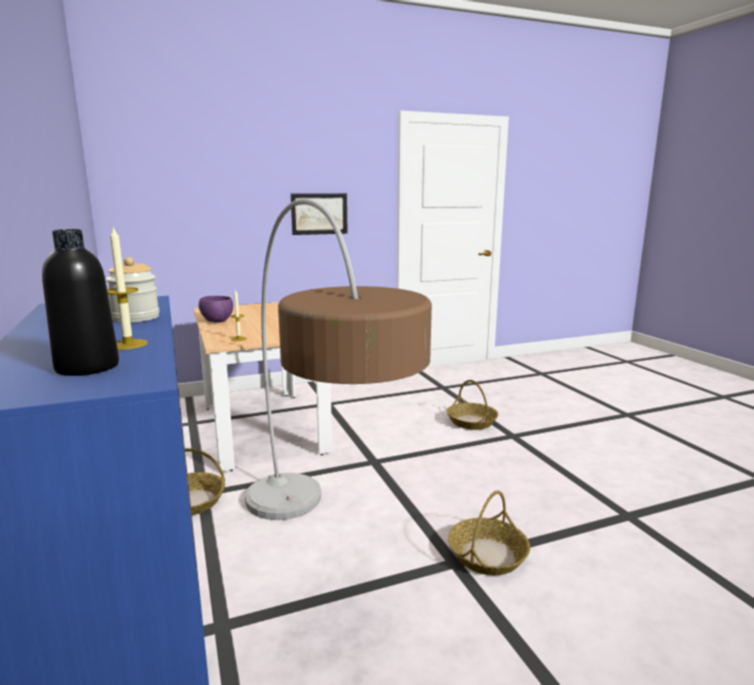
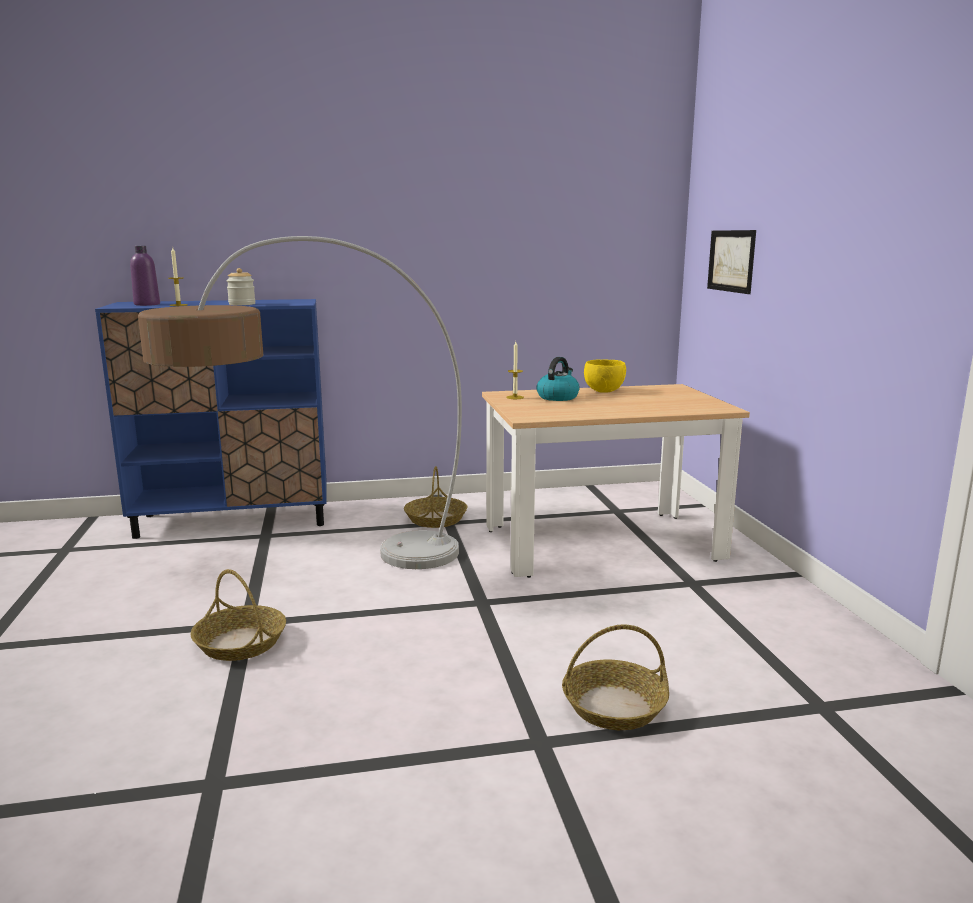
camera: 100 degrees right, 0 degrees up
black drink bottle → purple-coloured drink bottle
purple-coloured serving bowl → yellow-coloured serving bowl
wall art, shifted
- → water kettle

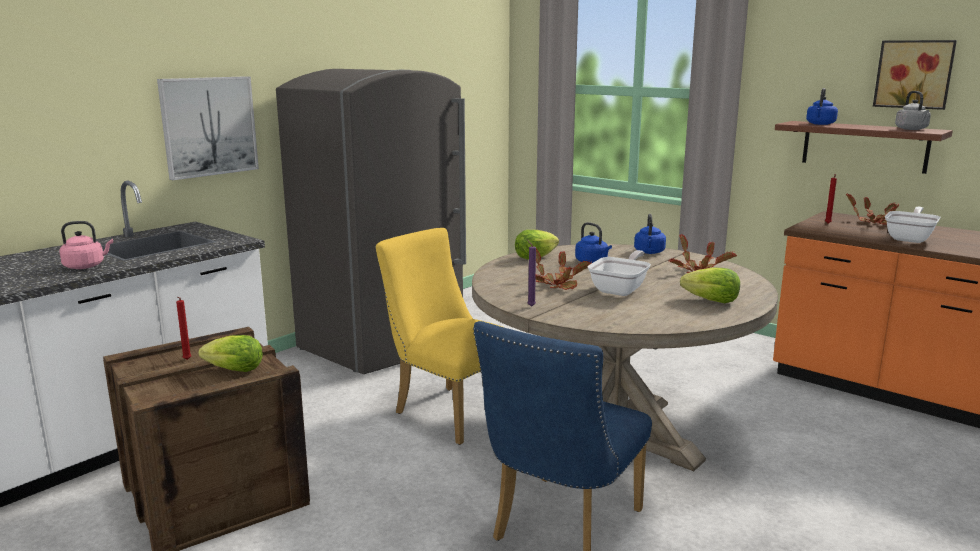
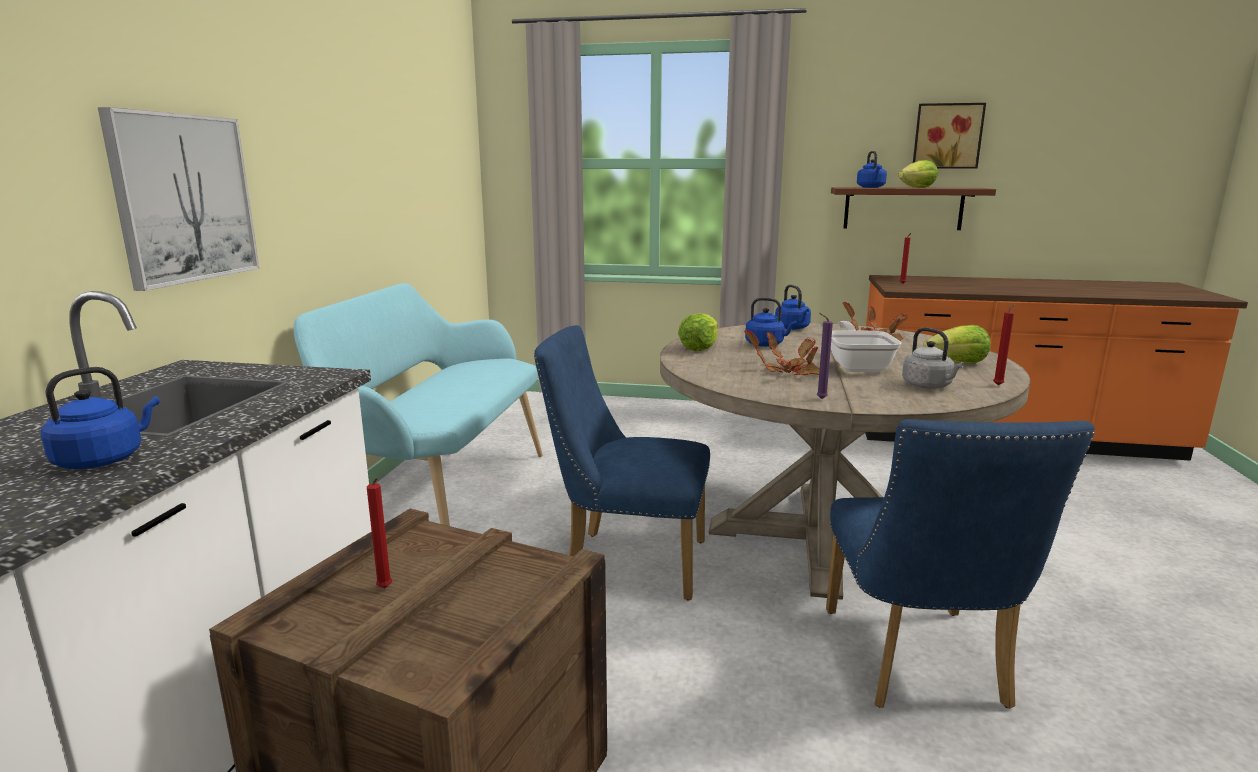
camera: 30 degrees left, 0 degrees up
pink water kettle → blue-coloured water kettle (no. 1 from left)
lettuce head (no. 1 from left in the first image) → lettuce head (no. 2 from left), shifted
grey kitchen fridge → blue-green long seat
yellow-coloured chair → blue-coloured chair (no. 1 from left)
plant in a pot (no. 3 from left) → -
skillet (no. 2 from left) → -
grey water kettle, shifted
- → reddish wax candle (no. 3 from left)

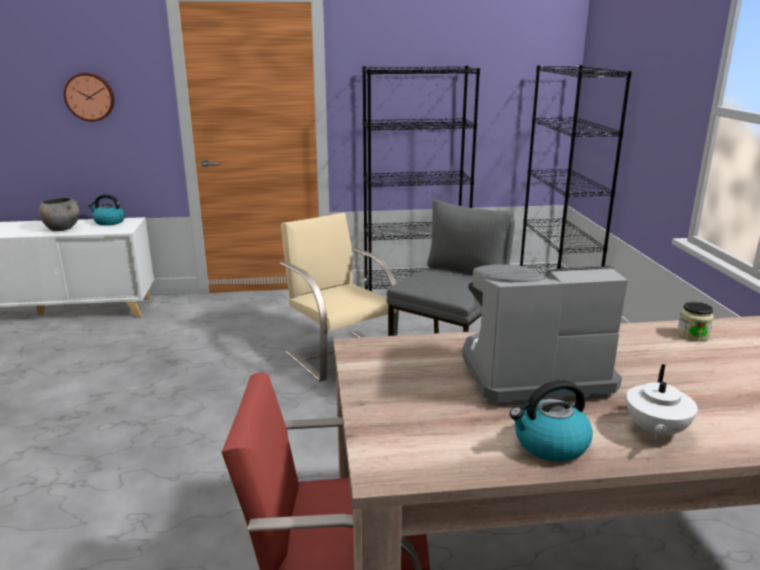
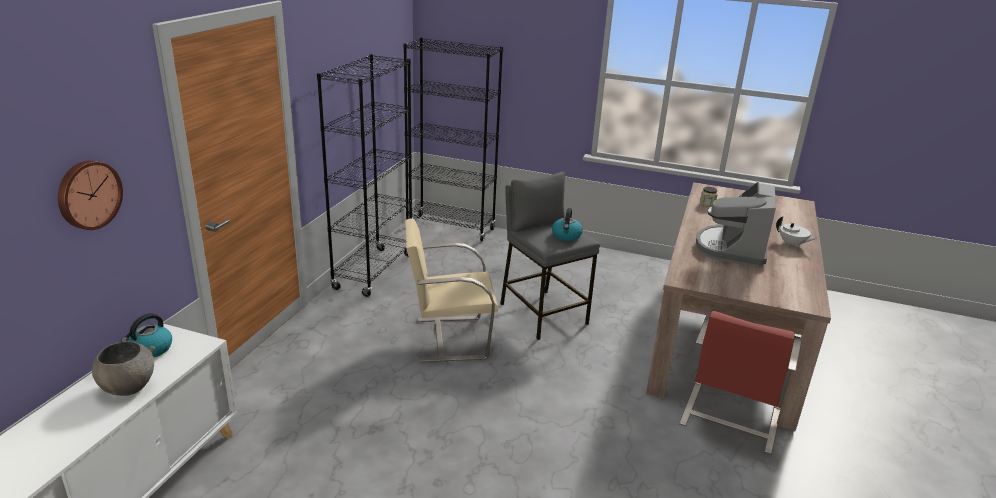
camera: 65 degrees left, 5 degrees up
water kettle (no. 2 from left), shifted

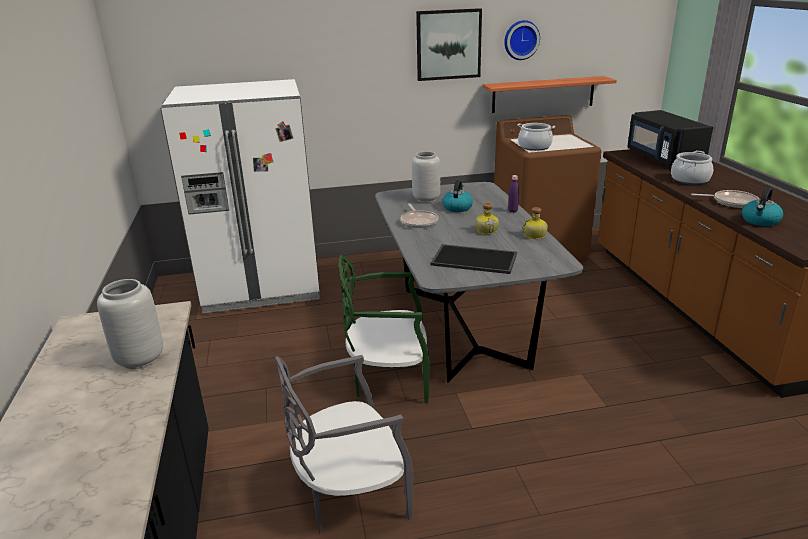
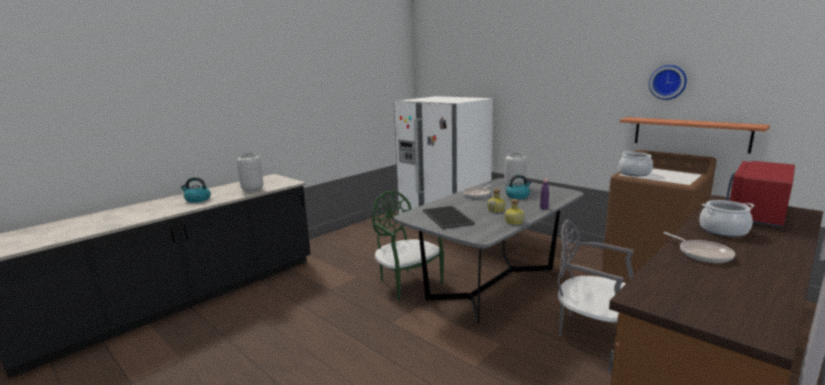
camera: 55 degrees right, 10 degrees down
grey chair, shifted
wall art → -
black microwave → reddish microwave
water kettle (no. 2 from left in the first image) → water kettle (no. 1 from left), shifted

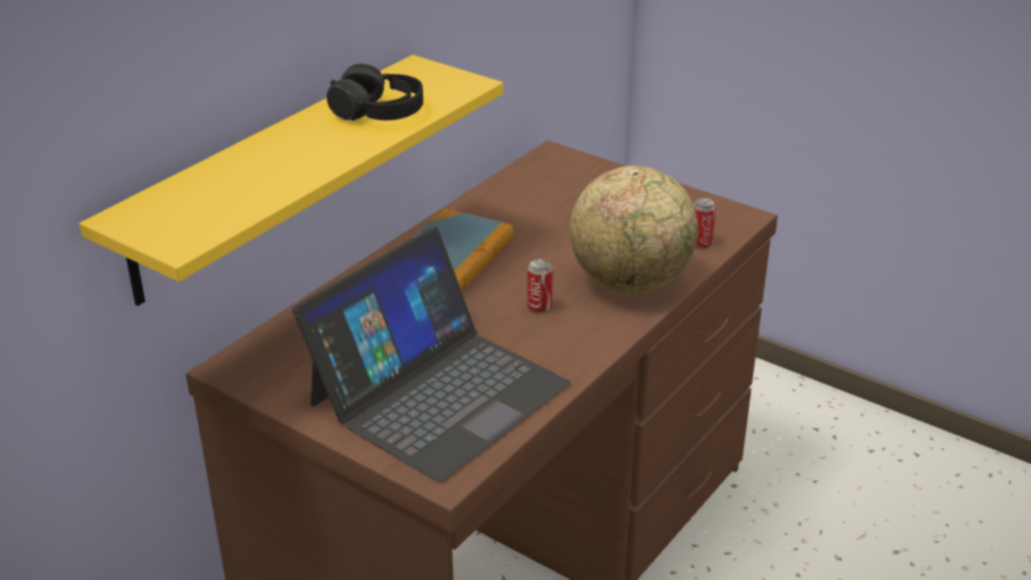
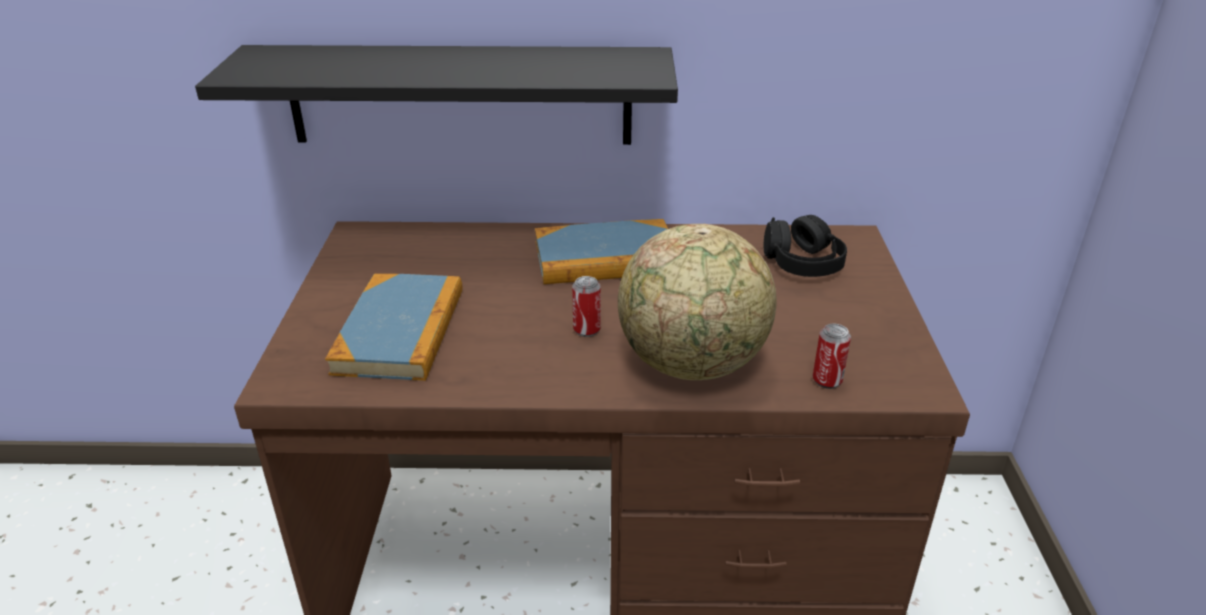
camera: 55 degrees right, 0 degrees up
yellow-coloured wall shelf → black wall shelf
portable computer → volume (no. 1 from left)
black headphones, shifted

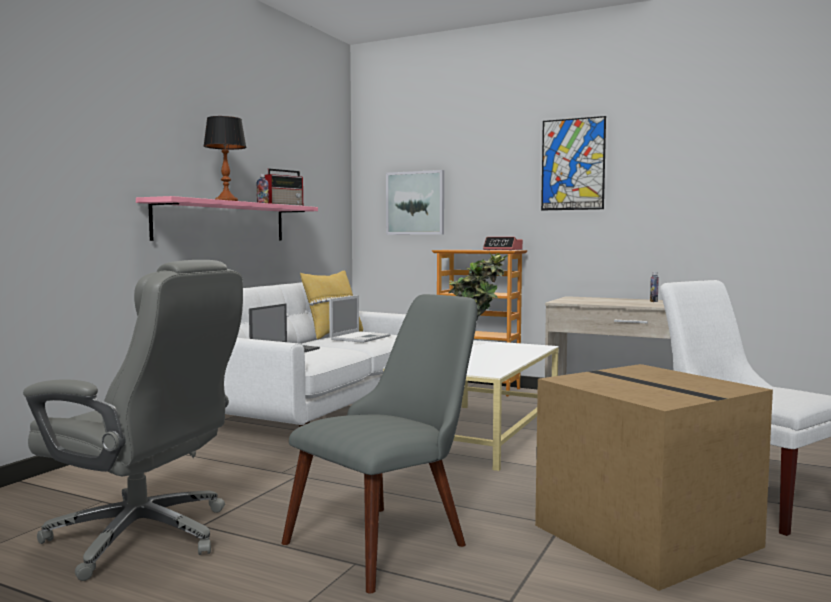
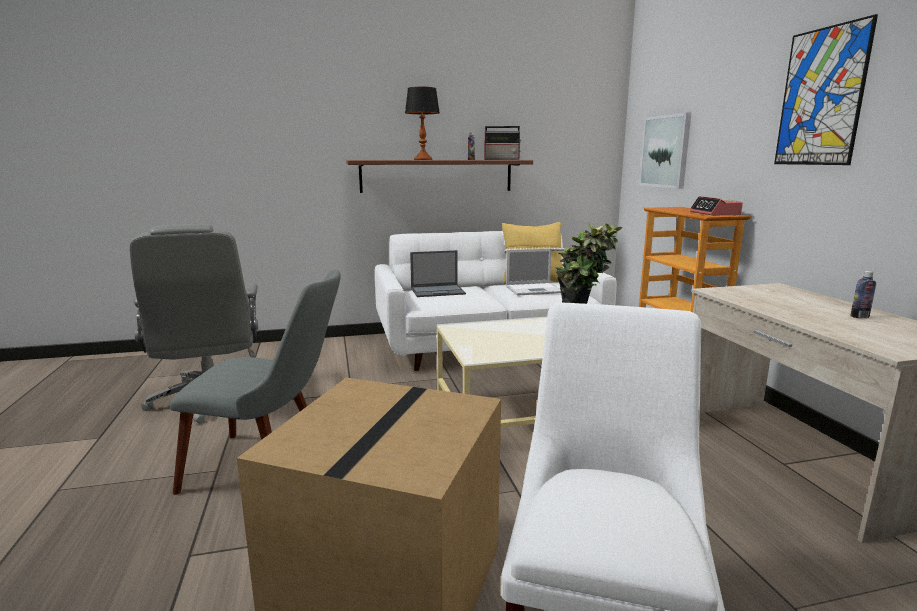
camera: 50 degrees right, 10 degrees up
pink wall shelf → brown-coloured wall shelf

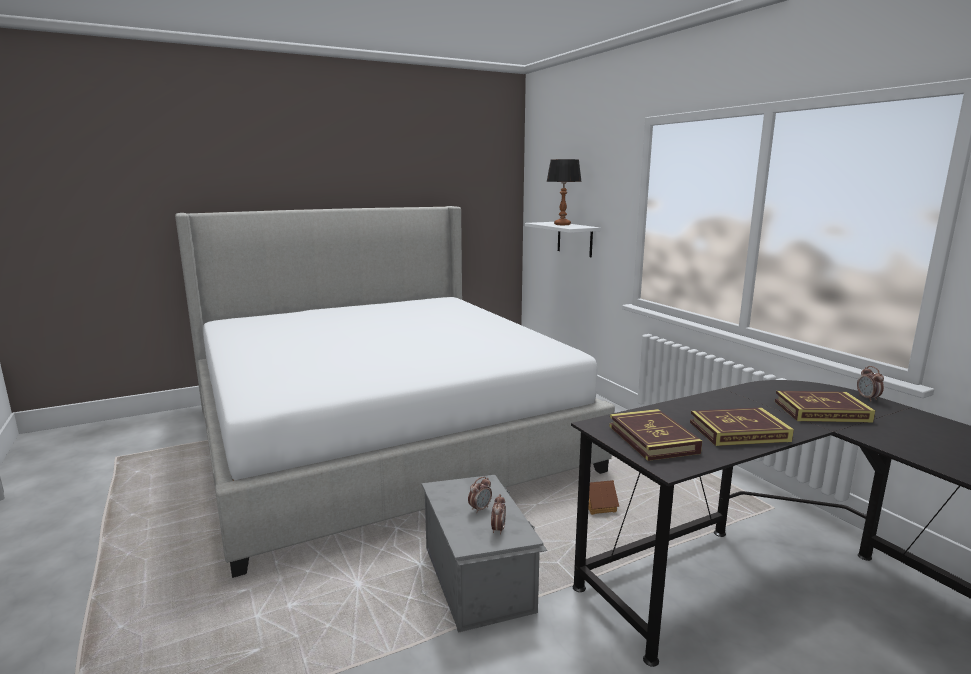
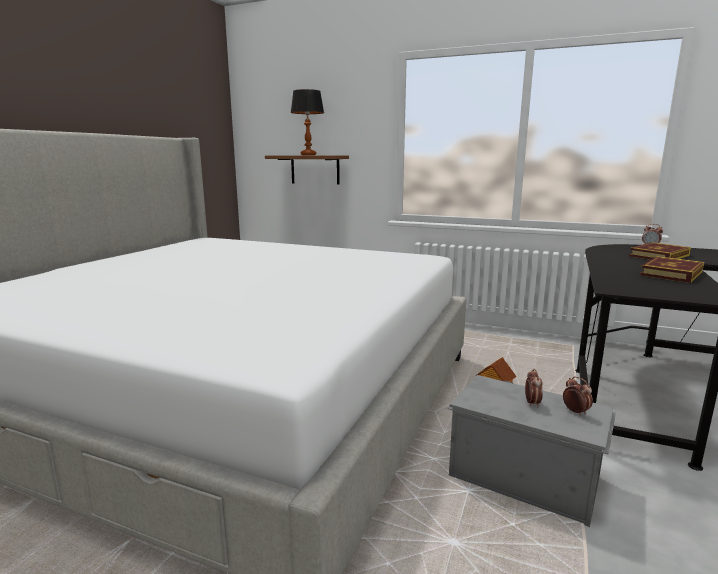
camera: 40 degrees left, 0 degrees up
whitish wall shelf → brown-coloured wall shelf
volume (no. 1 from left) → -

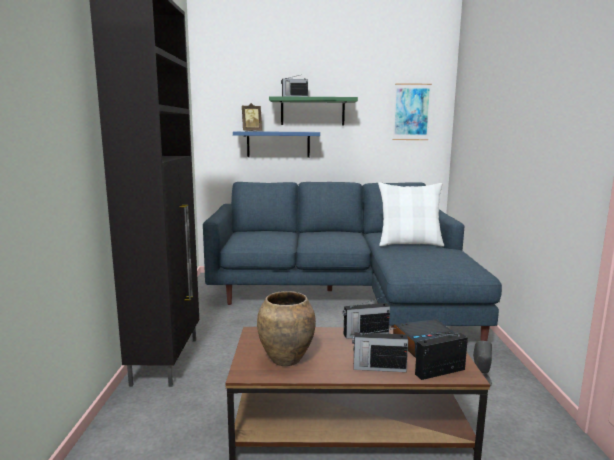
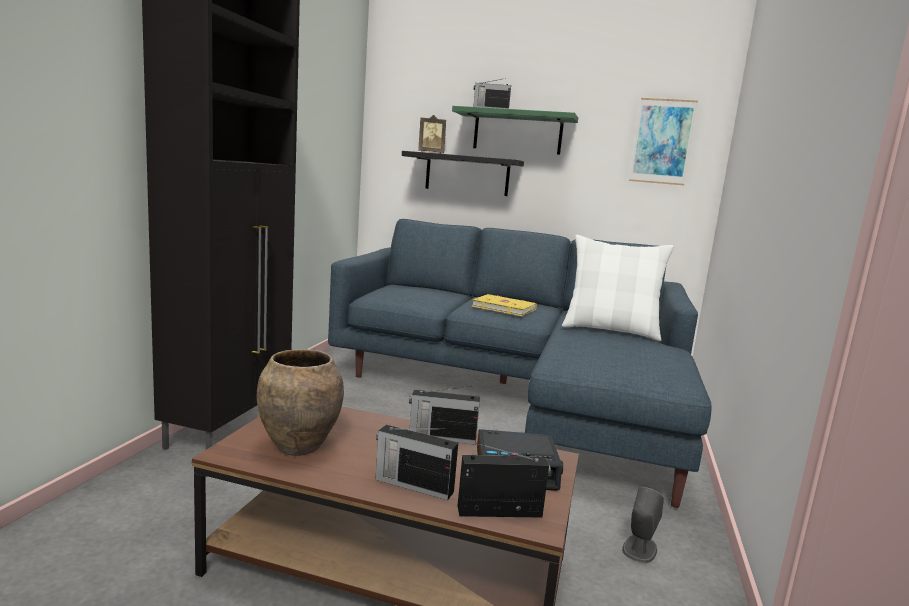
camera: 15 degrees right, 0 degrees up
blue-coloured wall shelf → black wall shelf
- → yellow-coloured volume

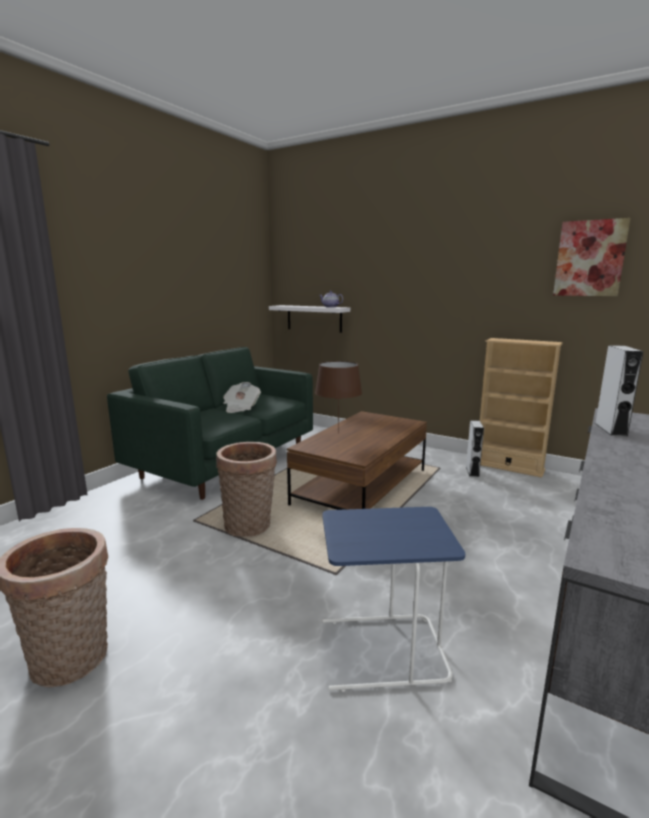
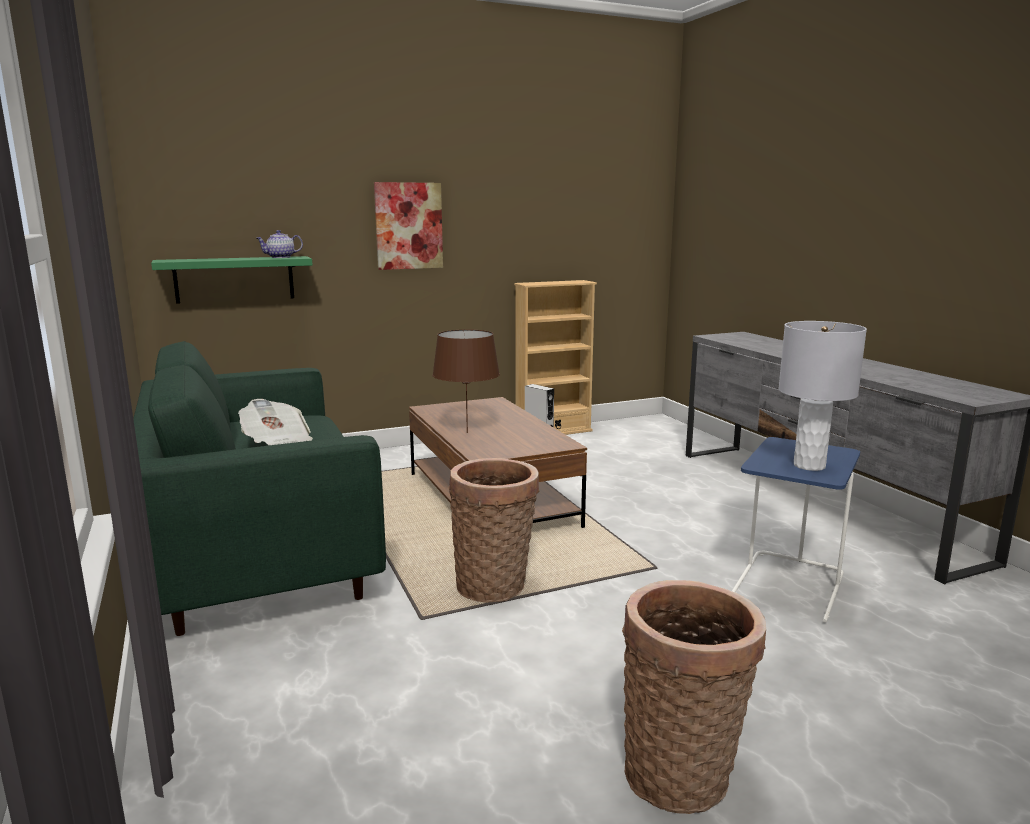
camera: 55 degrees left, 0 degrees up
whitish wall shelf → green-coloured wall shelf
wall art, shifted
grey speaker (no. 2 from left) → -
- → grey lamp for a table

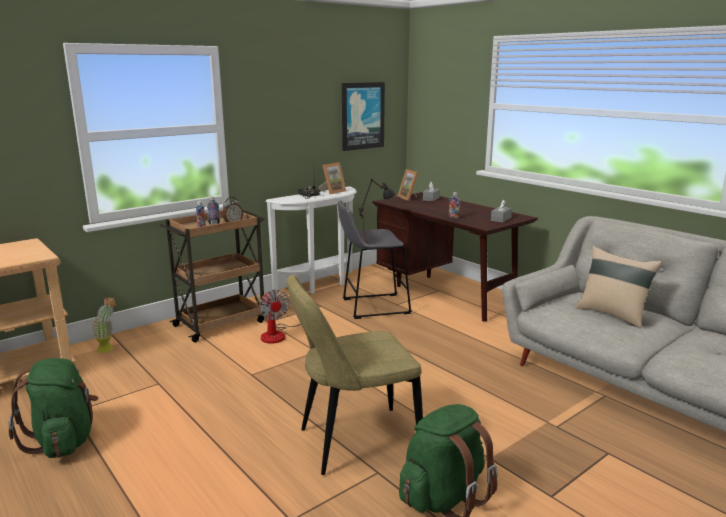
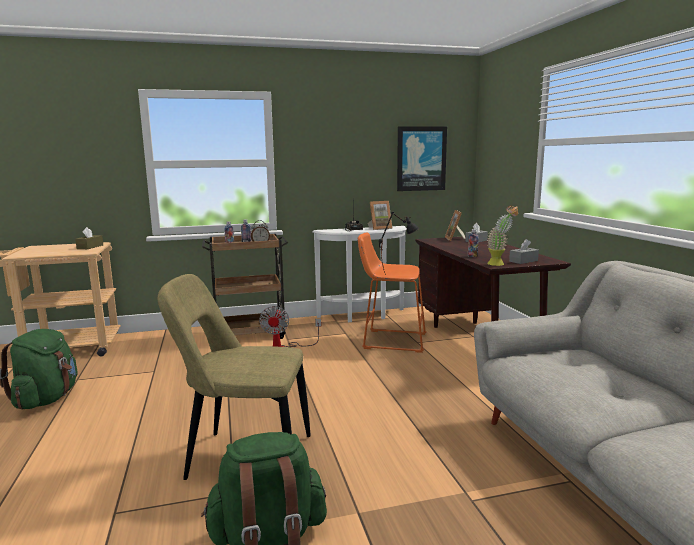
camera: 25 degrees right, 5 degrees down
plant in a pot, shifted
grey stool → orangey stool
sand-coloured cushion → -
- → brown-coloured tissue holder

